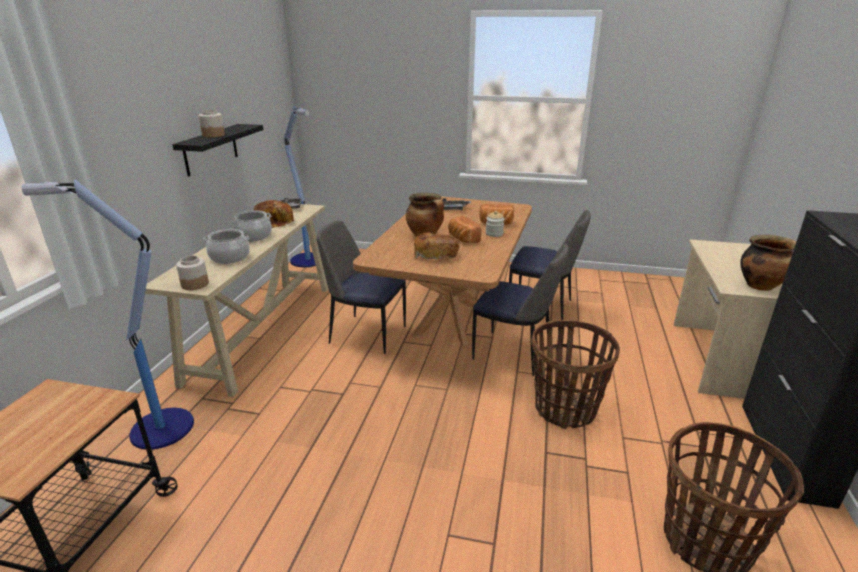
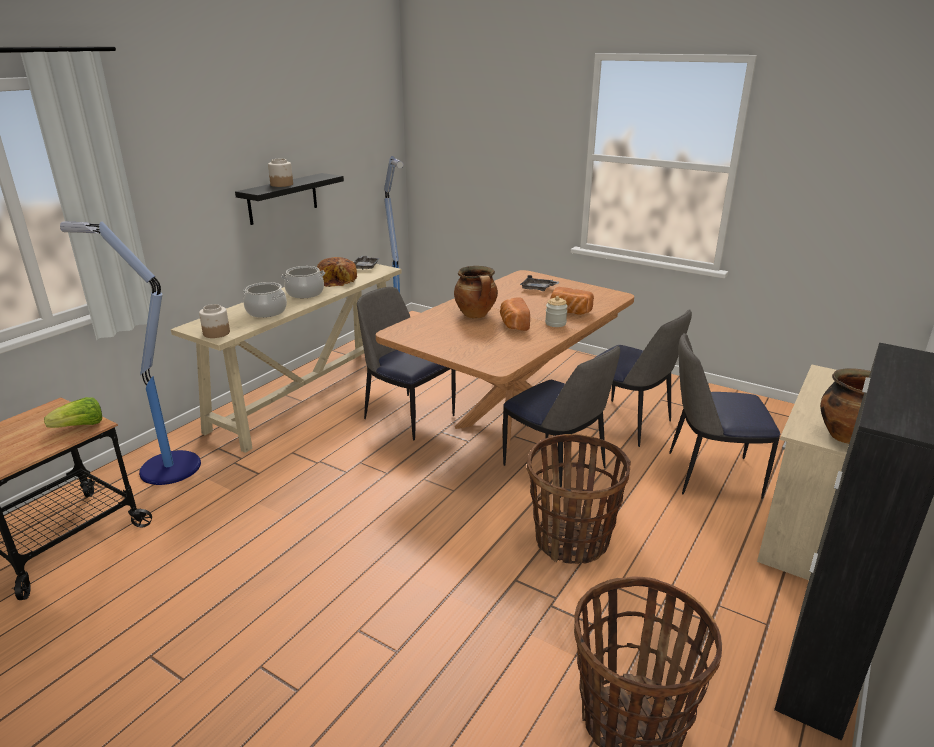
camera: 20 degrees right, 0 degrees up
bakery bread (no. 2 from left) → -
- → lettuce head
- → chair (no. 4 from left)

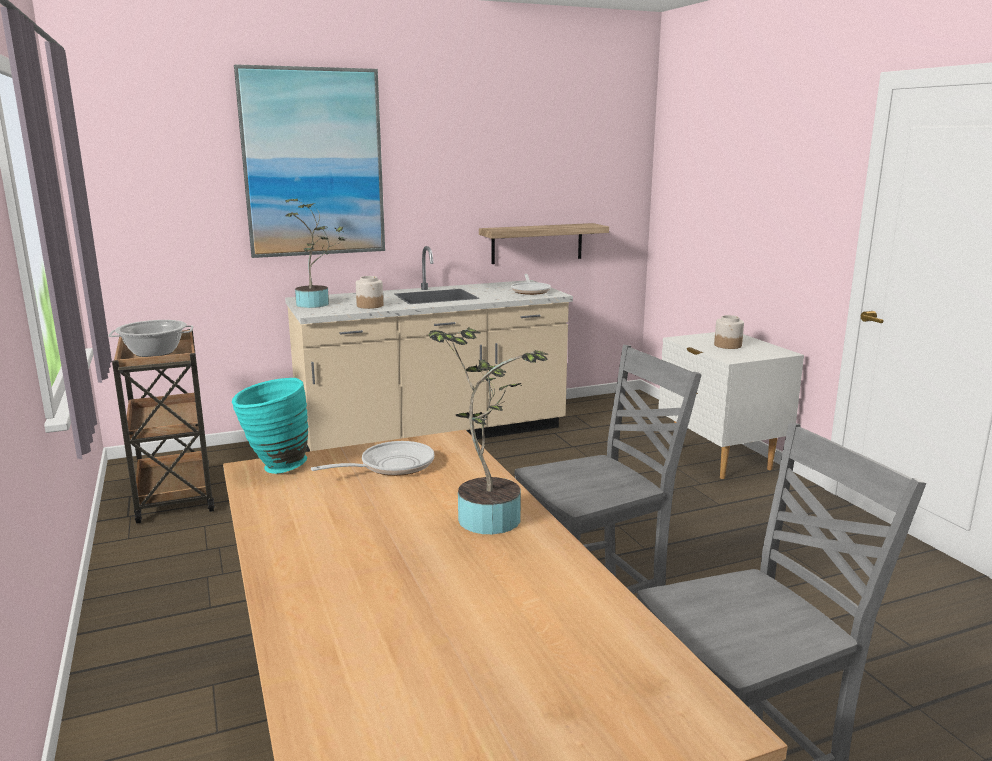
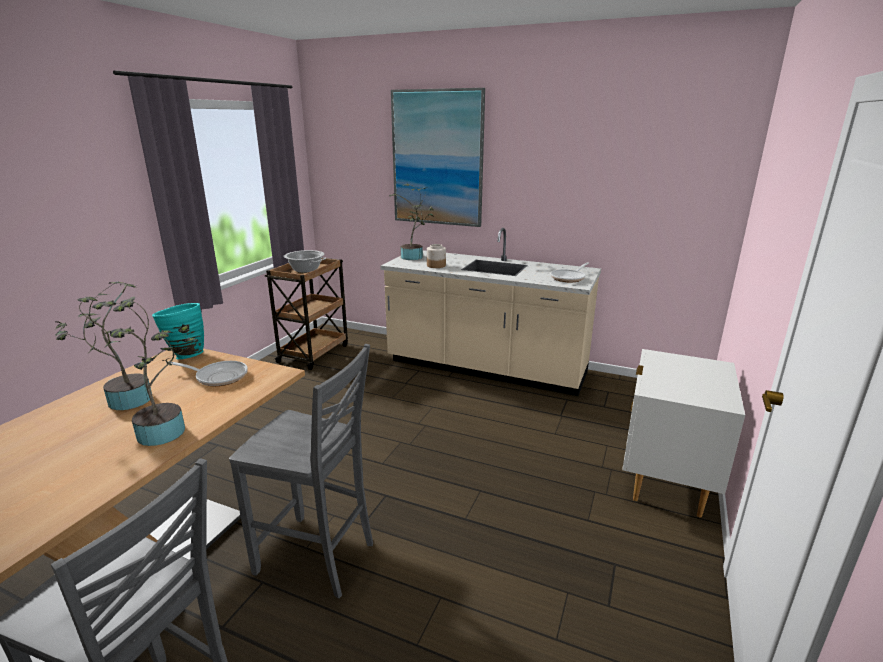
camera: 45 degrees right, 5 degrees up
wall shelf → -
storage jar (no. 2 from left) → -
- → plant in a pot (no. 1 from left)

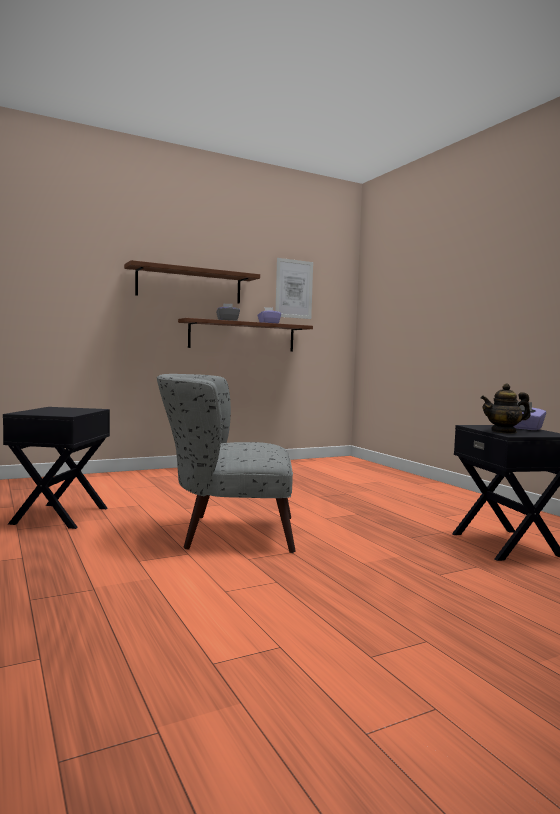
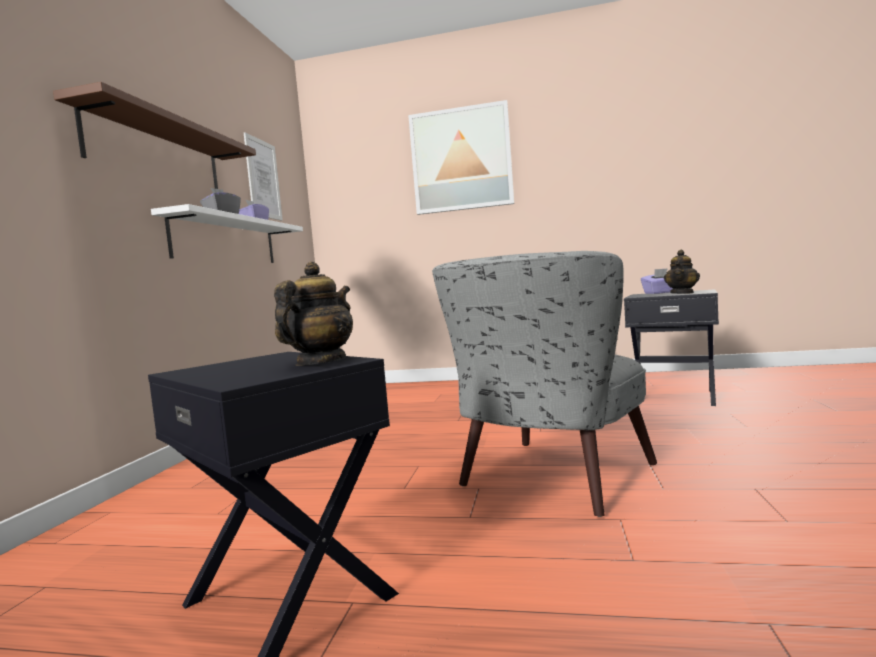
camera: 50 degrees left, 0 degrees up
brown-coloured wall shelf (no. 2 from left) → whitish wall shelf
- → tea pot (no. 1 from left)
- → wall art (no. 2 from left)

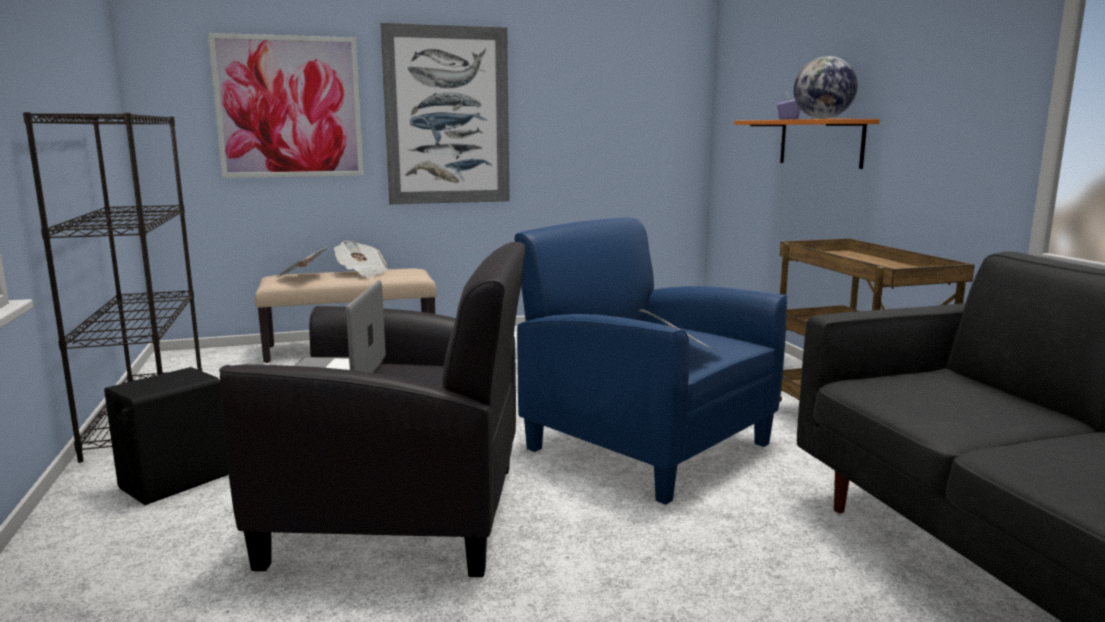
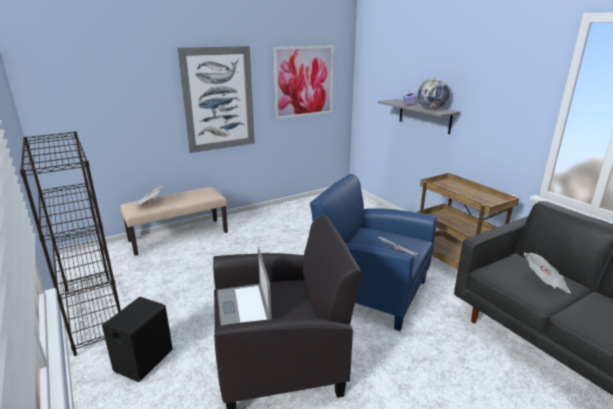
camera: 15 degrees left, 10 degrees up
wall art (no. 1 from left in the first image) → wall art (no. 2 from left), shifted
printed paper (no. 2 from left in the first image) → printed paper (no. 3 from left), shifted
orangey wall shelf → grey wall shelf

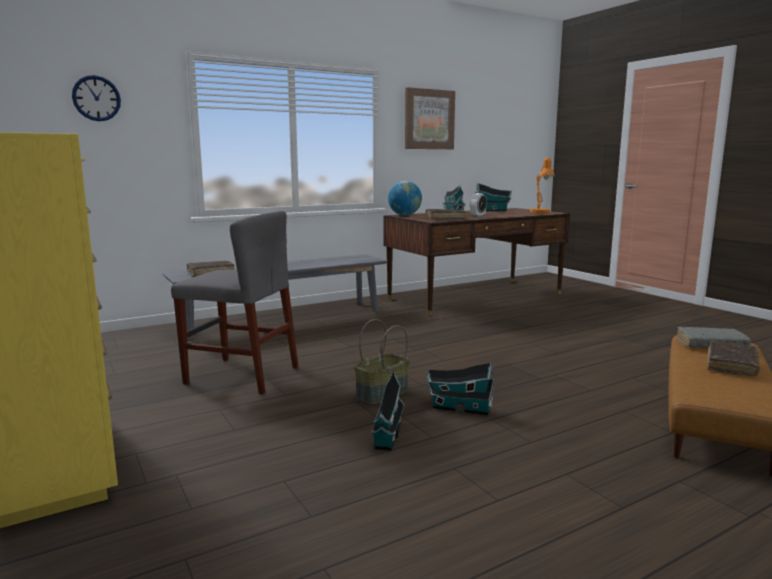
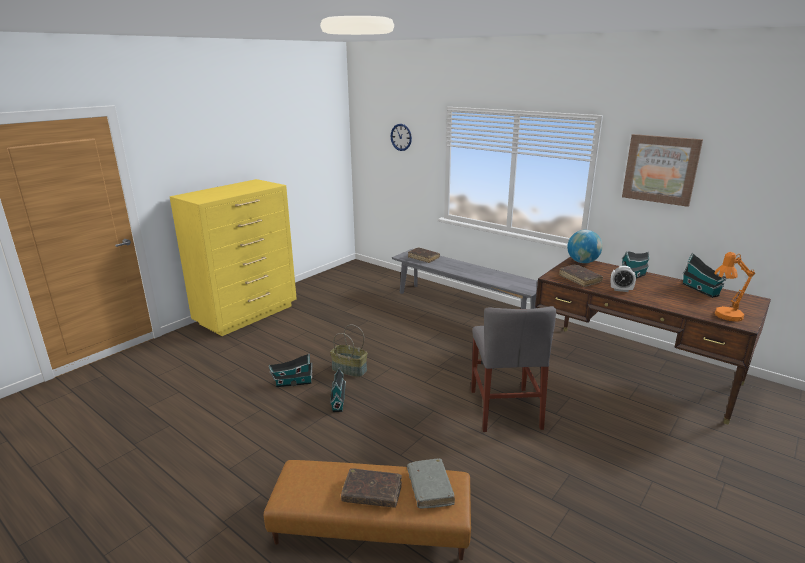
camera: 70 degrees right, 10 degrees up
grey chair, shifted

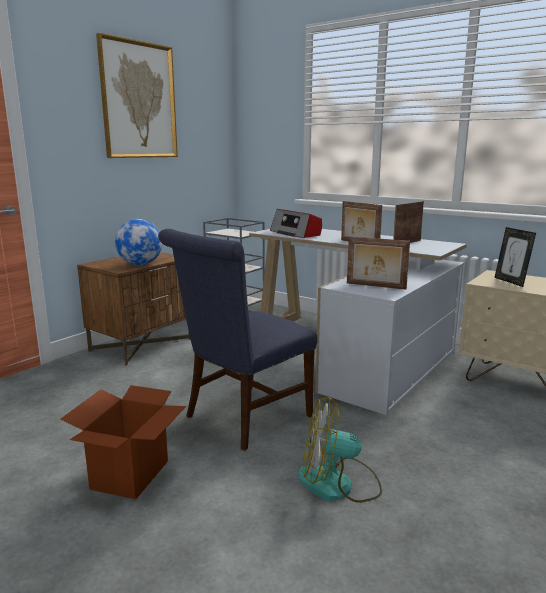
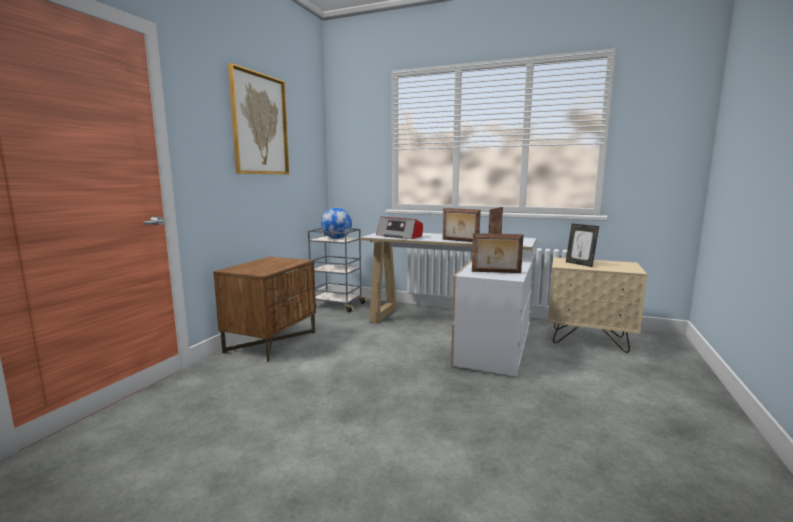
camera: 15 degrees left, 5 degrees down
carton → -
globe, shifted
blue-coloured chair → -
fan → -

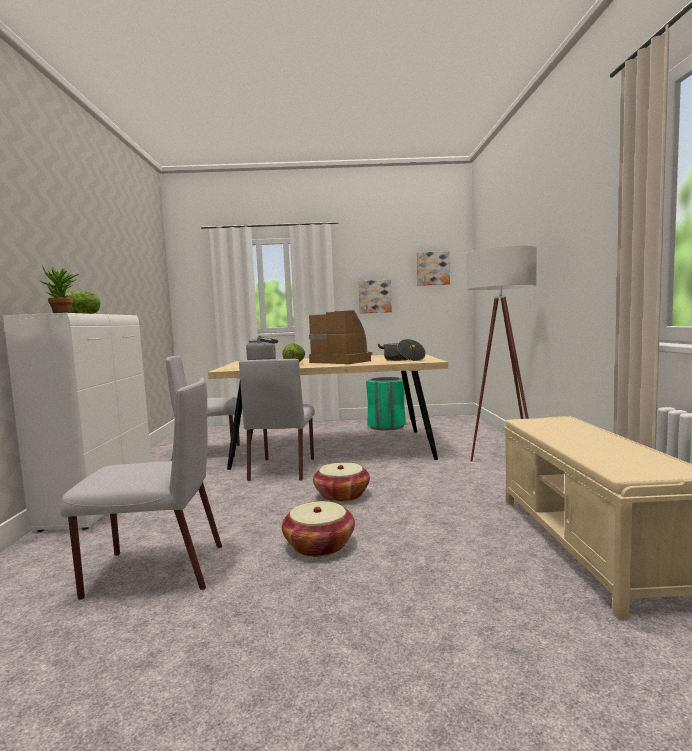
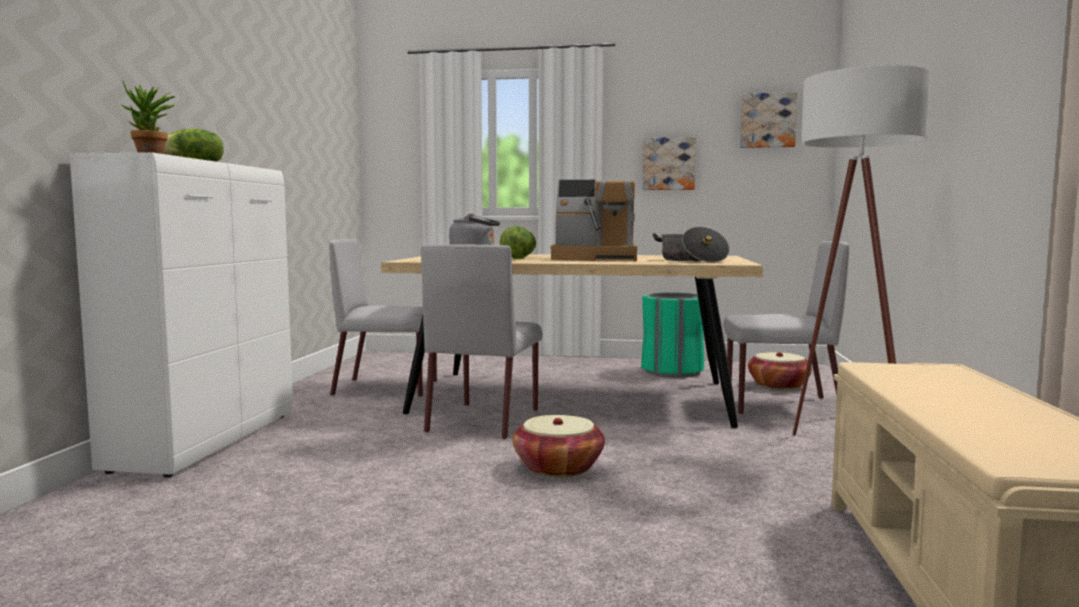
camera: 10 degrees right, 0 degrees up
grey chair (no. 1 from left in the first image) → grey chair (no. 3 from left), shifted
storage basket (no. 1 from left in the first image) → storage basket (no. 2 from left), shifted
coffee maker, 135 degrees clockwise

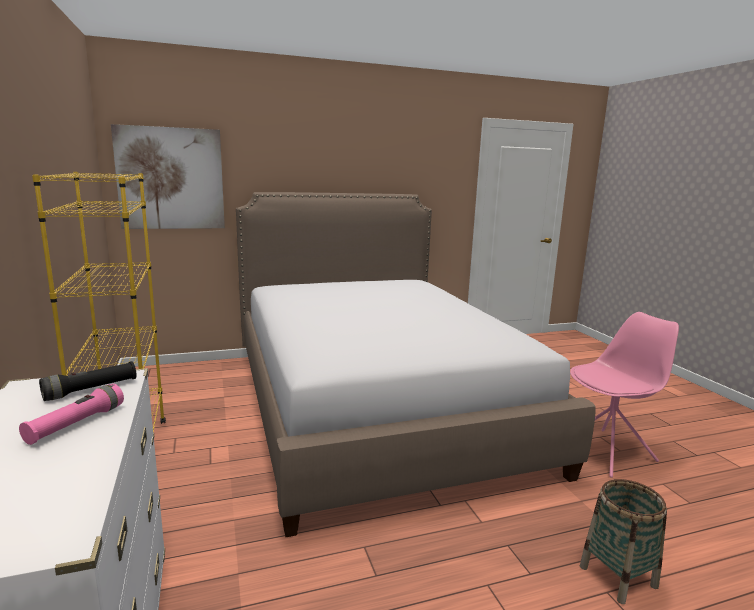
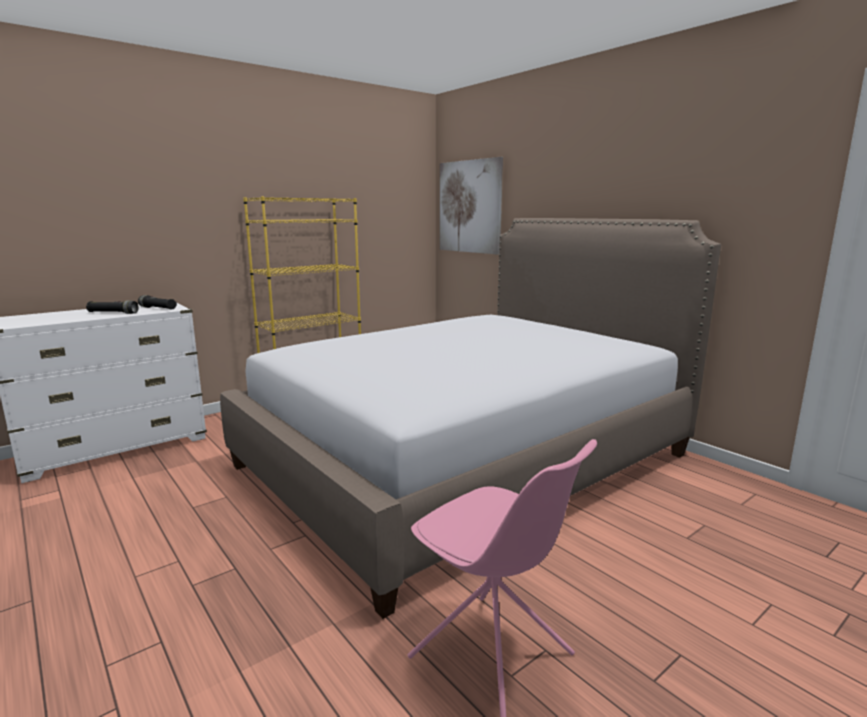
camera: 70 degrees right, 0 degrees up
pink hand torch → black hand torch (no. 1 from left)
storage basket → -

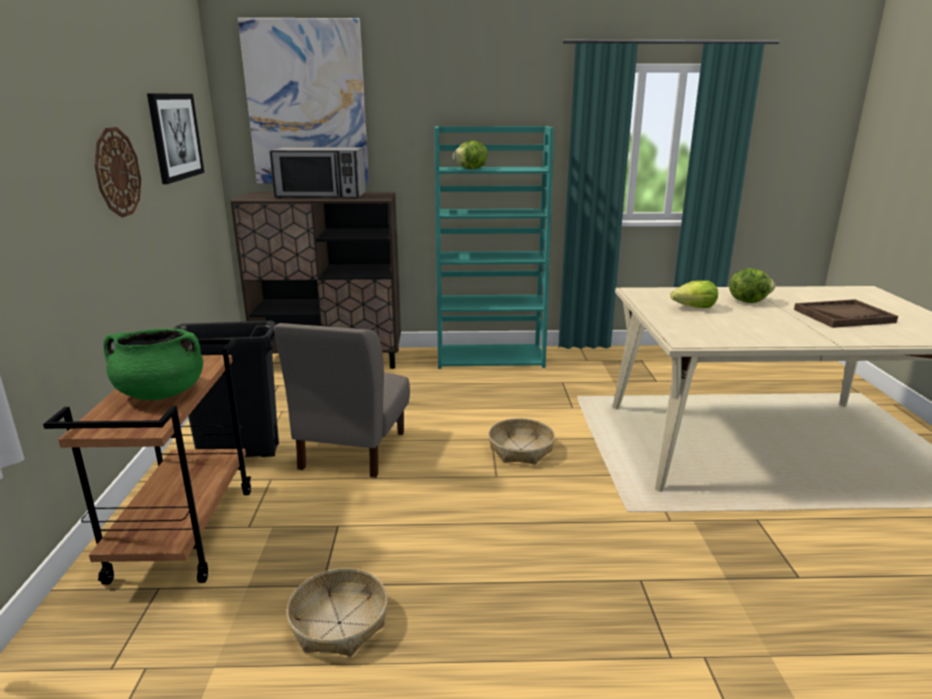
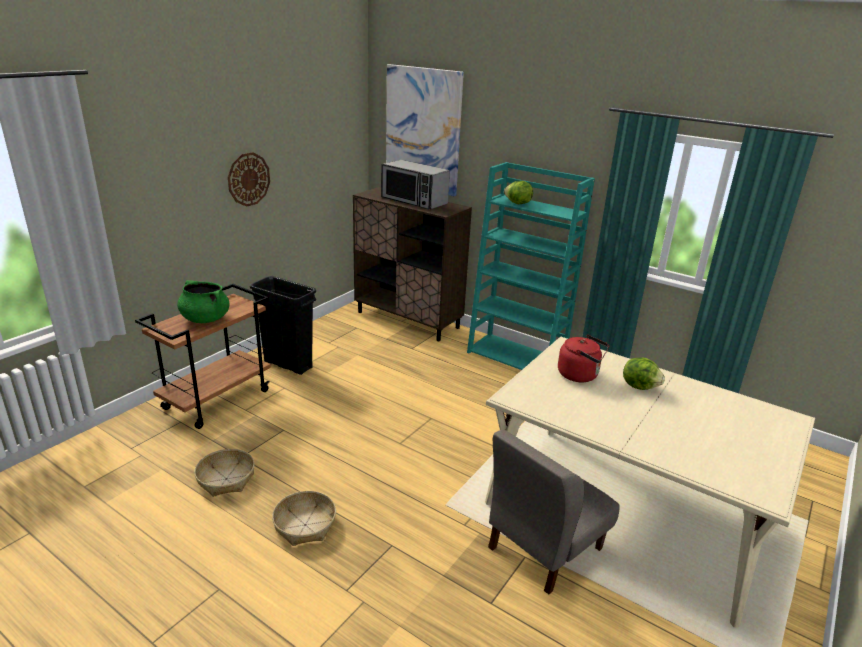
camera: 35 degrees right, 5 degrees up
wall art (no. 1 from left) → -
grey chair, shifted
storage basket (no. 2 from left), shifted
lettuce head (no. 2 from left) → reddish water kettle
brown-coloured serving tray → -

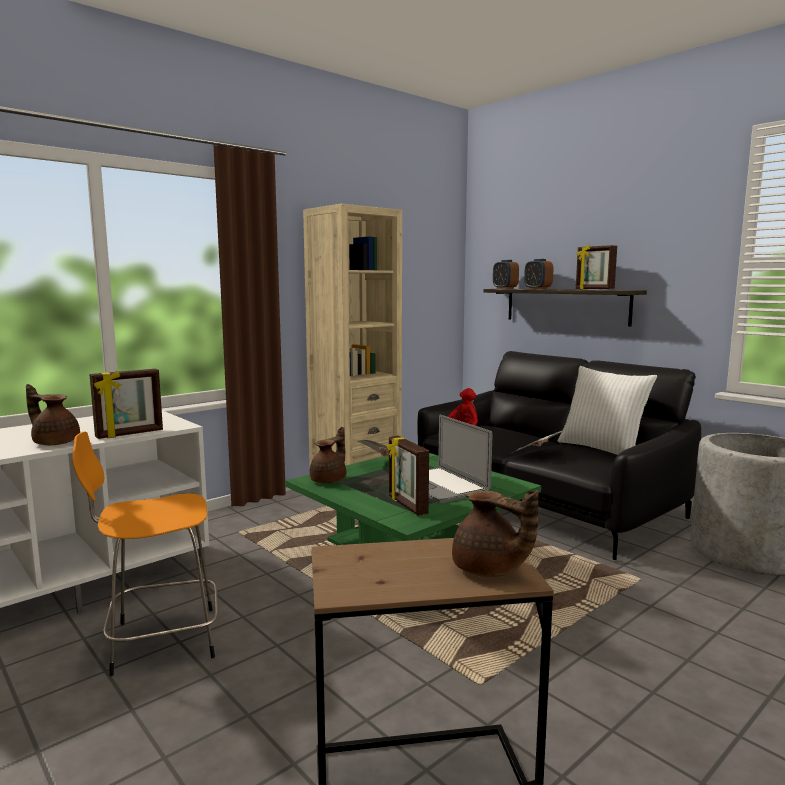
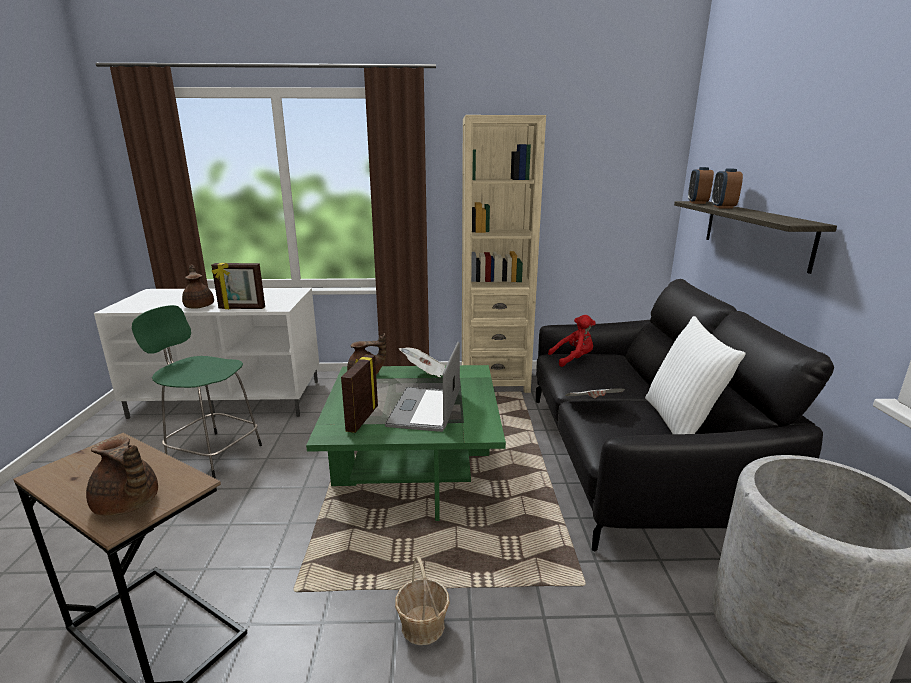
camera: 40 degrees right, 10 degrees up
orangey stool → green-coloured stool
brown-coloured tea pot (no. 3 from left in the first image) → brown-coloured tea pot (no. 1 from left), 45 degrees counterclockwise
picture frame (no. 3 from left) → -
- → storage basket

